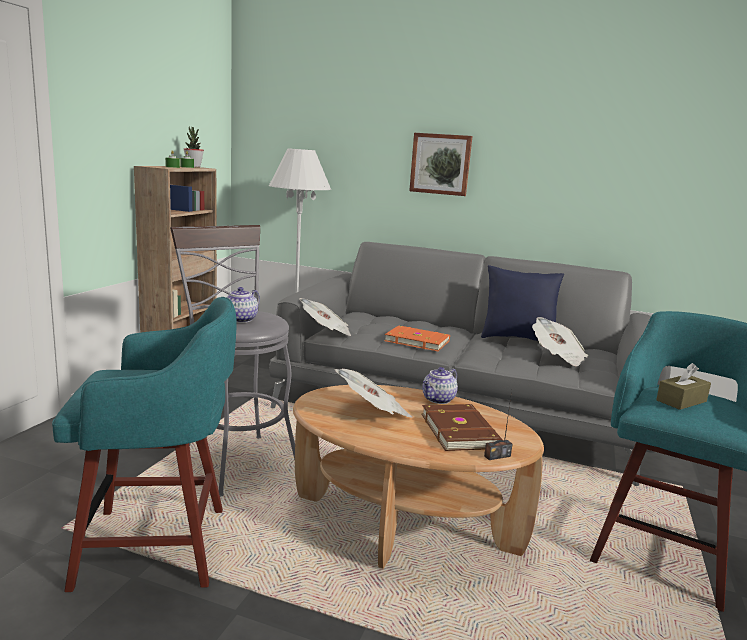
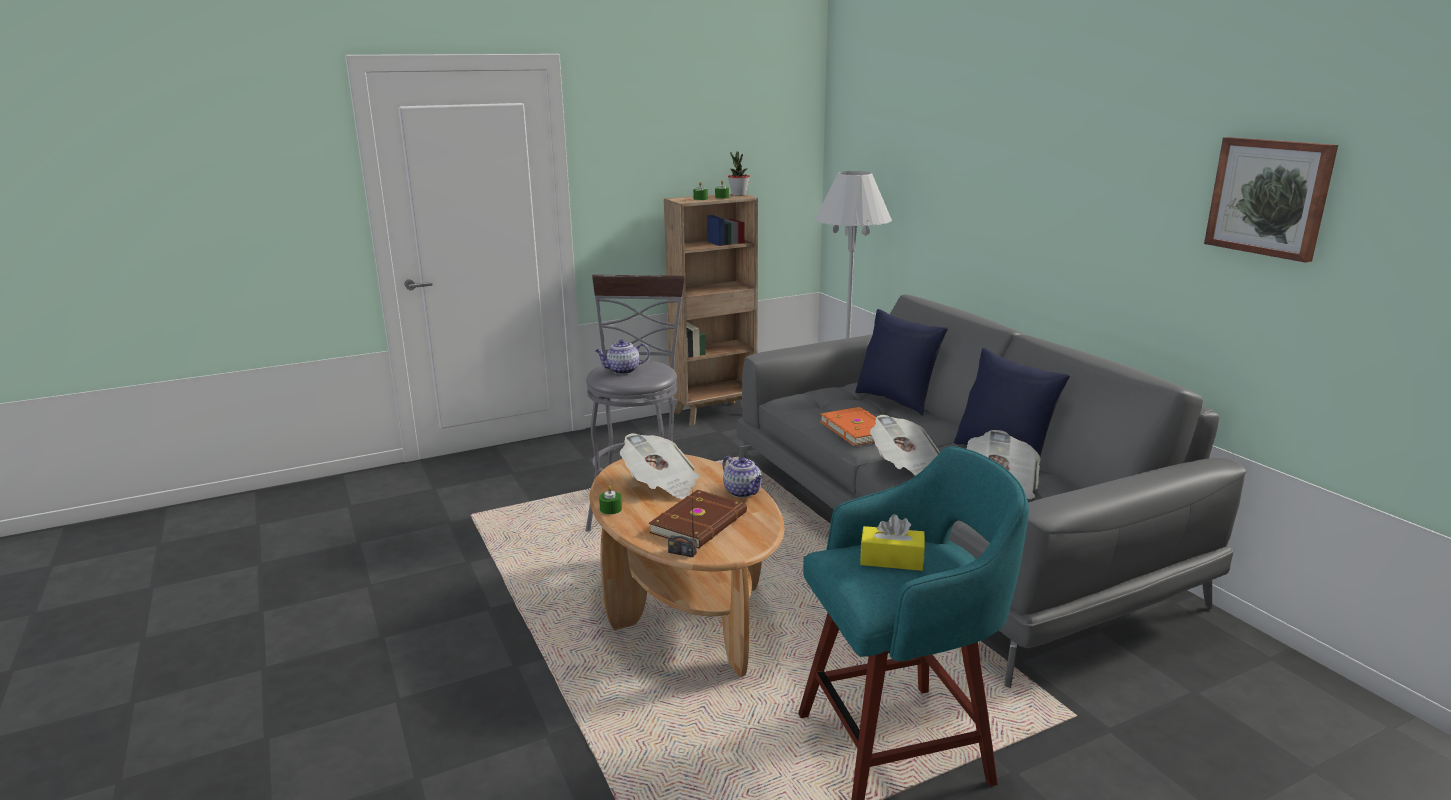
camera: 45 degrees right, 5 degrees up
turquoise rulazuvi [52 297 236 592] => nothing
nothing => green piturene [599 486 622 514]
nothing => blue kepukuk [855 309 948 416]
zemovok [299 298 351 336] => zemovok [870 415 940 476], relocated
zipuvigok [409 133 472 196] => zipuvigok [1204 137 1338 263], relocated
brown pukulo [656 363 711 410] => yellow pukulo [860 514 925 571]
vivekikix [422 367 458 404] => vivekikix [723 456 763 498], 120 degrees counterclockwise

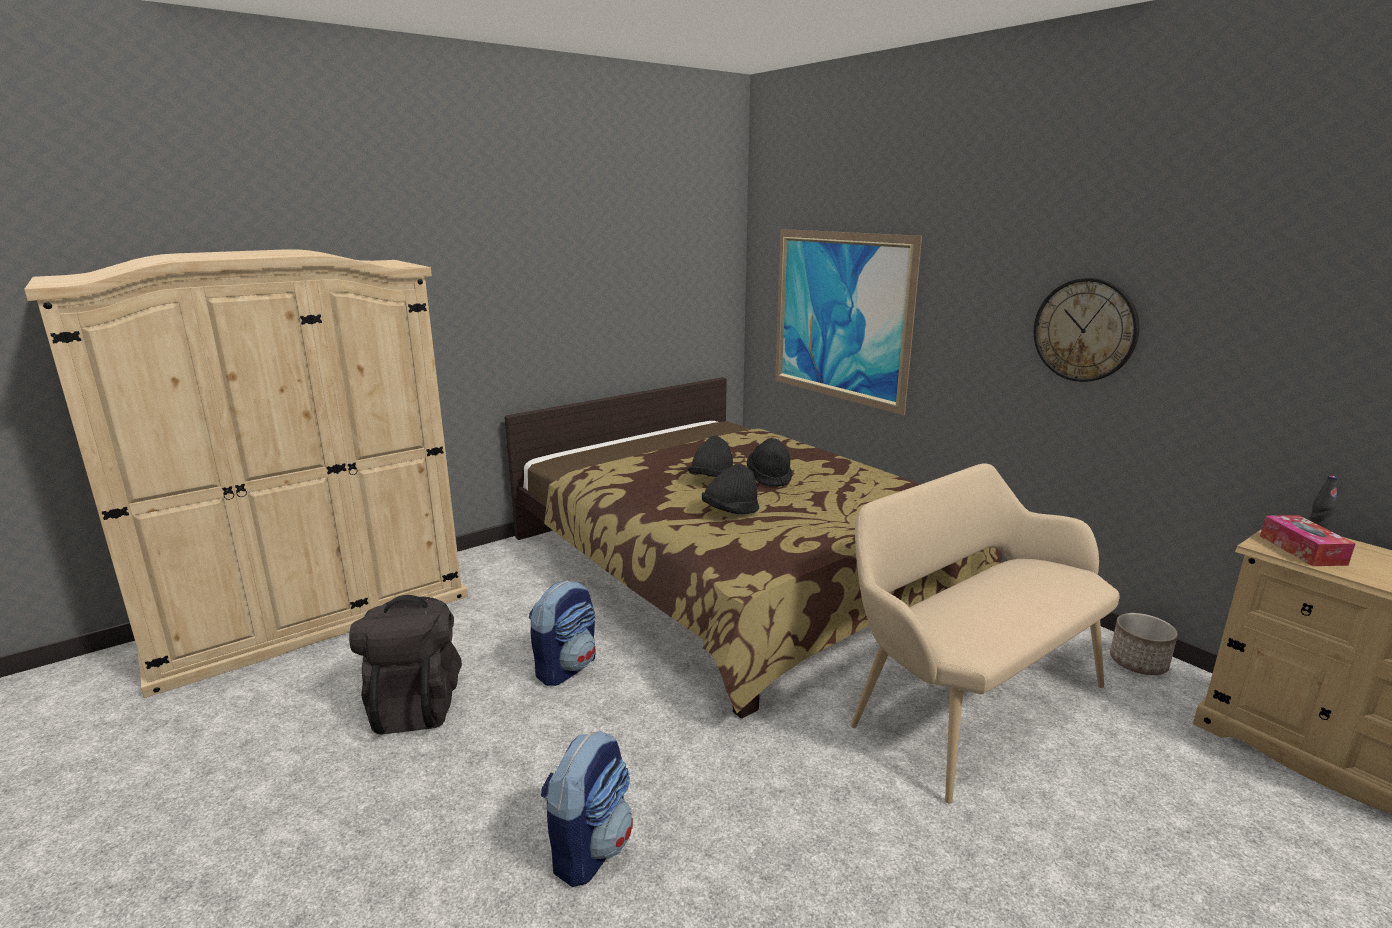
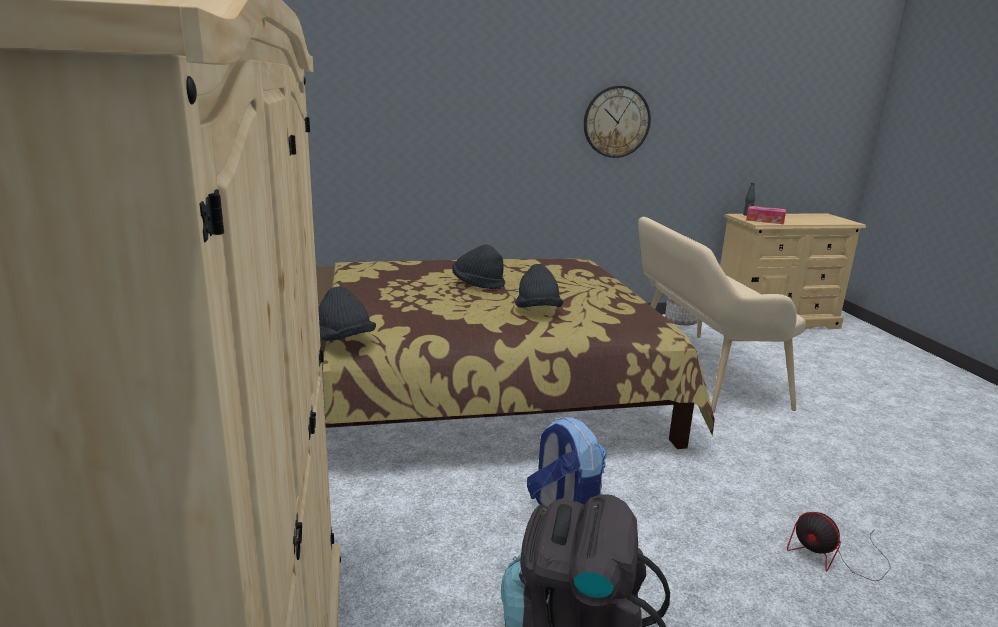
camera: 65 degrees left, 0 degrees up
zipuvigok [775 229 922 415] => nothing
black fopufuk [688 436 733 477] => black fopufuk [318 287 376 341], relocated
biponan [541 731 633 887] => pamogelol [787 512 891 581]

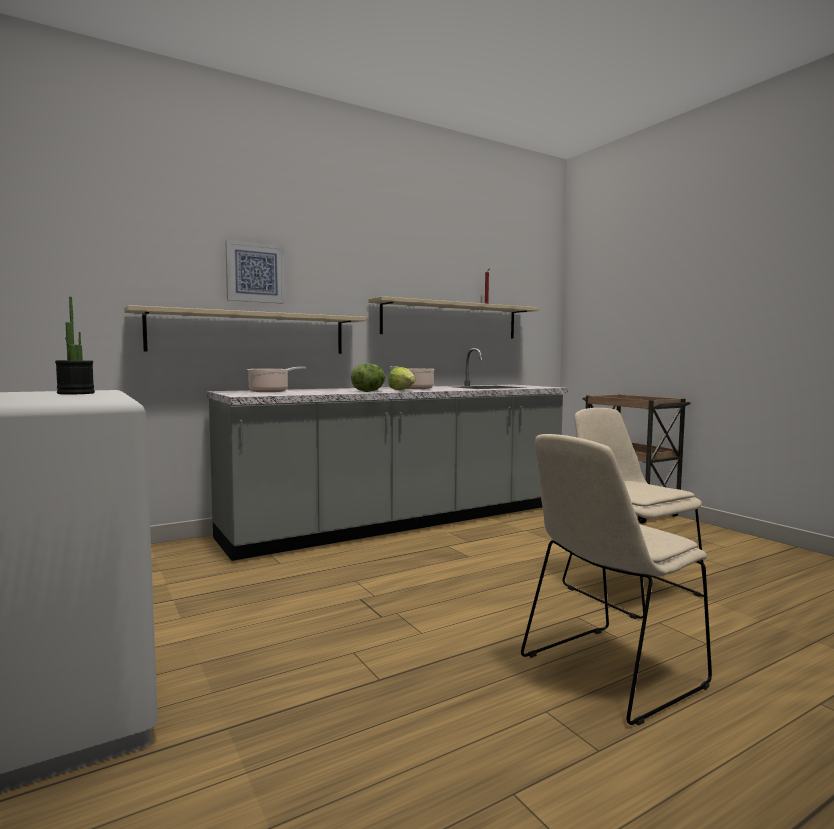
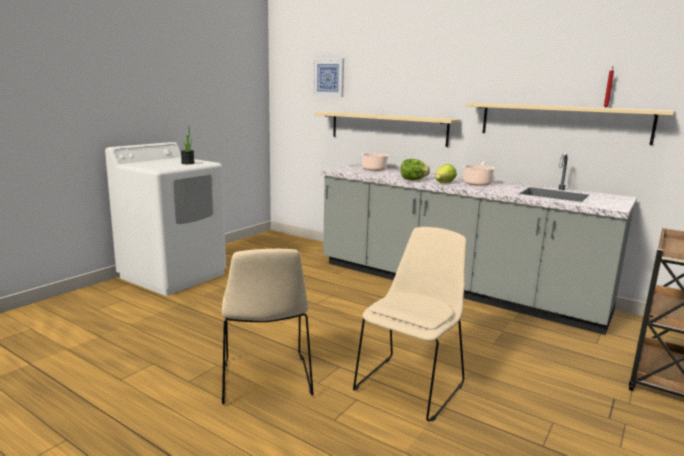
camera: 65 degrees right, 10 degrees up
zipuvigok [225 240 285 304] => zipuvigok [313 58 344 97], relocated
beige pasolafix [521 434 712 726] => beige pasolafix [222 249 313 405], 135 degrees counterclockwise

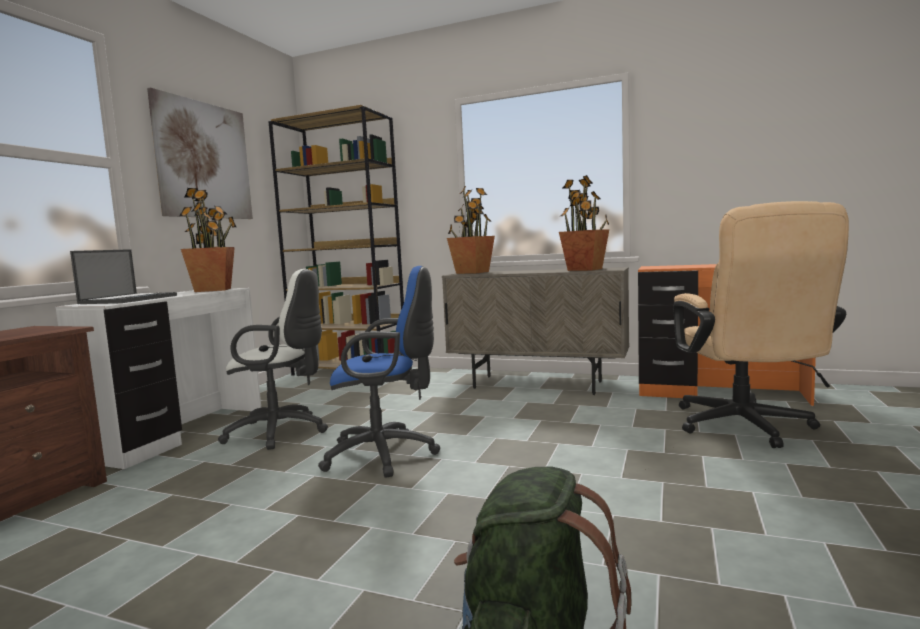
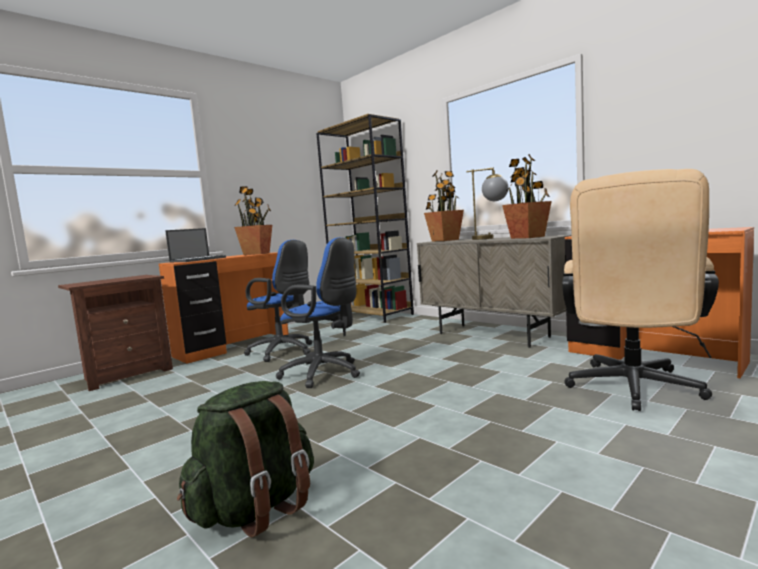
camera: 25 degrees right, 0 degrees up
zipuvigok [147 87 253 219] => nothing
nothing => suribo [466 168 509 240]
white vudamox [56 288 261 470] => orange vudamox [159 253 289 364]
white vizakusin [218 269 328 450] => blue vizakusin [244 240 313 362]

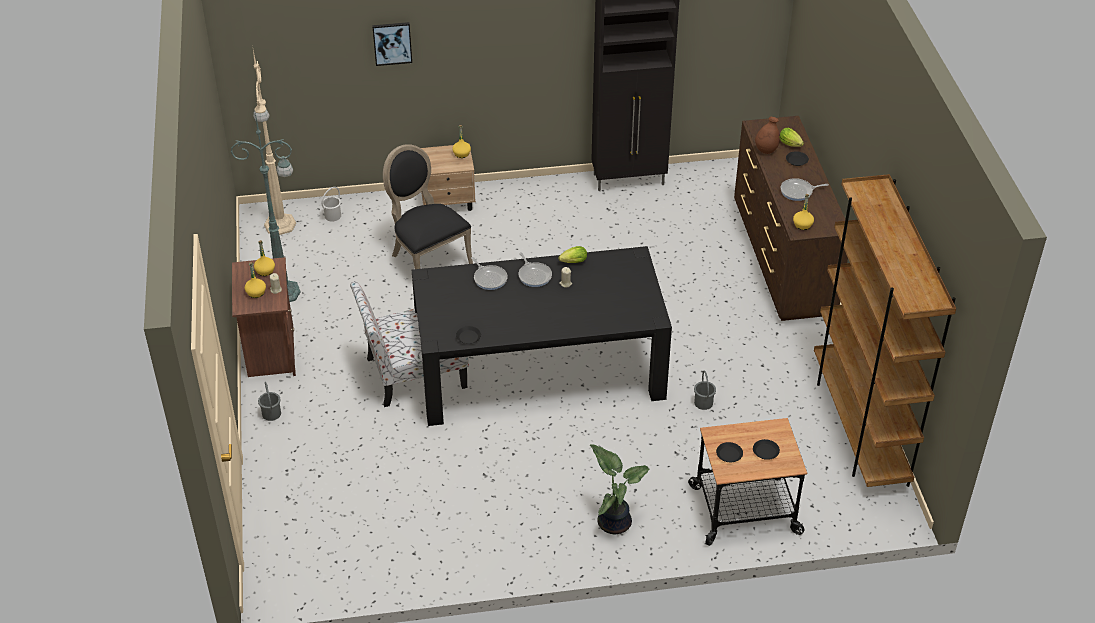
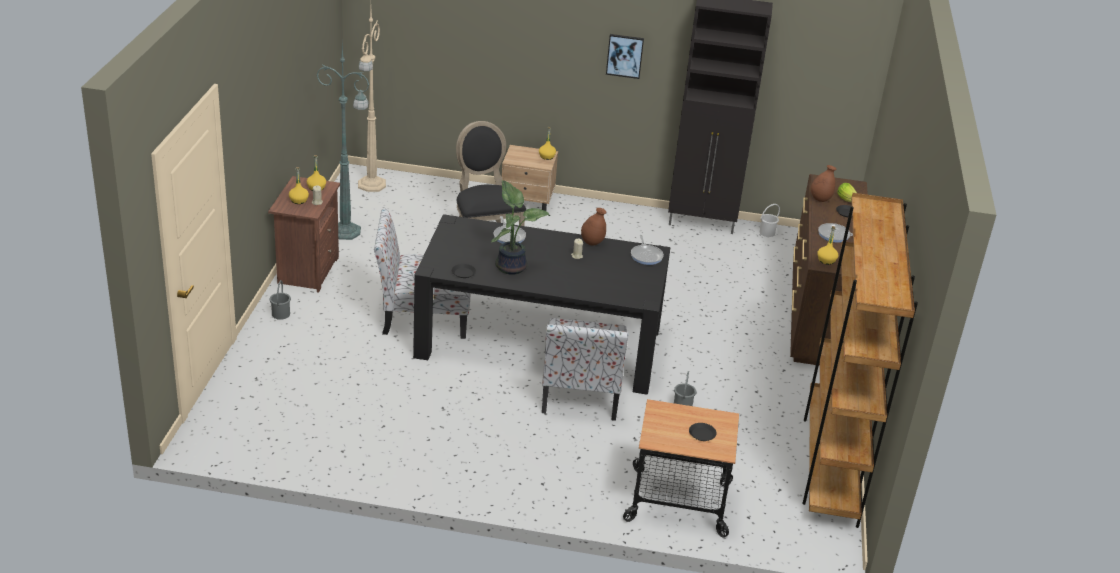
camera: 15 degrees right, 10 degrees down
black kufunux [716 442 743 462] => nothing
nothing => pasolafix [542 318 628 421]
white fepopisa [322 187 341 221] => white fepopisa [760 204 780 237], relocated
zipuvigok [372 22 412 66] => zipuvigok [606 34 644 79], relocated
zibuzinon [518 252 552 287] => zibuzinon [631 235 664 265], relocated
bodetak [590 444 649 534] => bodetak [491 180 550 275], relocated
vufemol [559 246 587 263] => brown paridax [581 208 606 246]

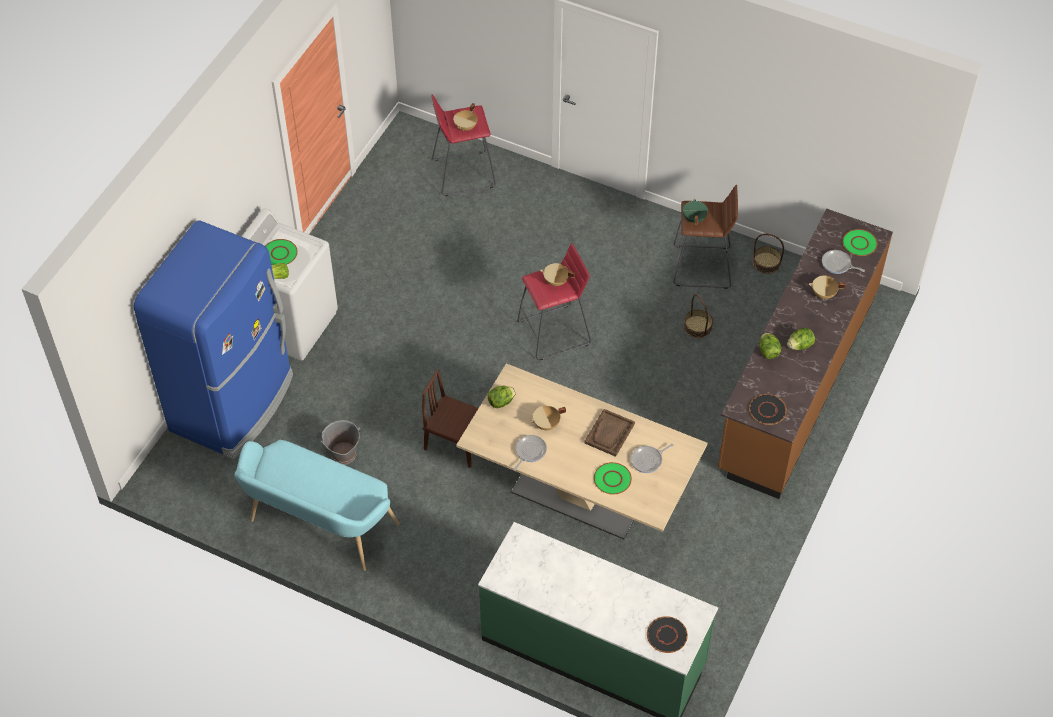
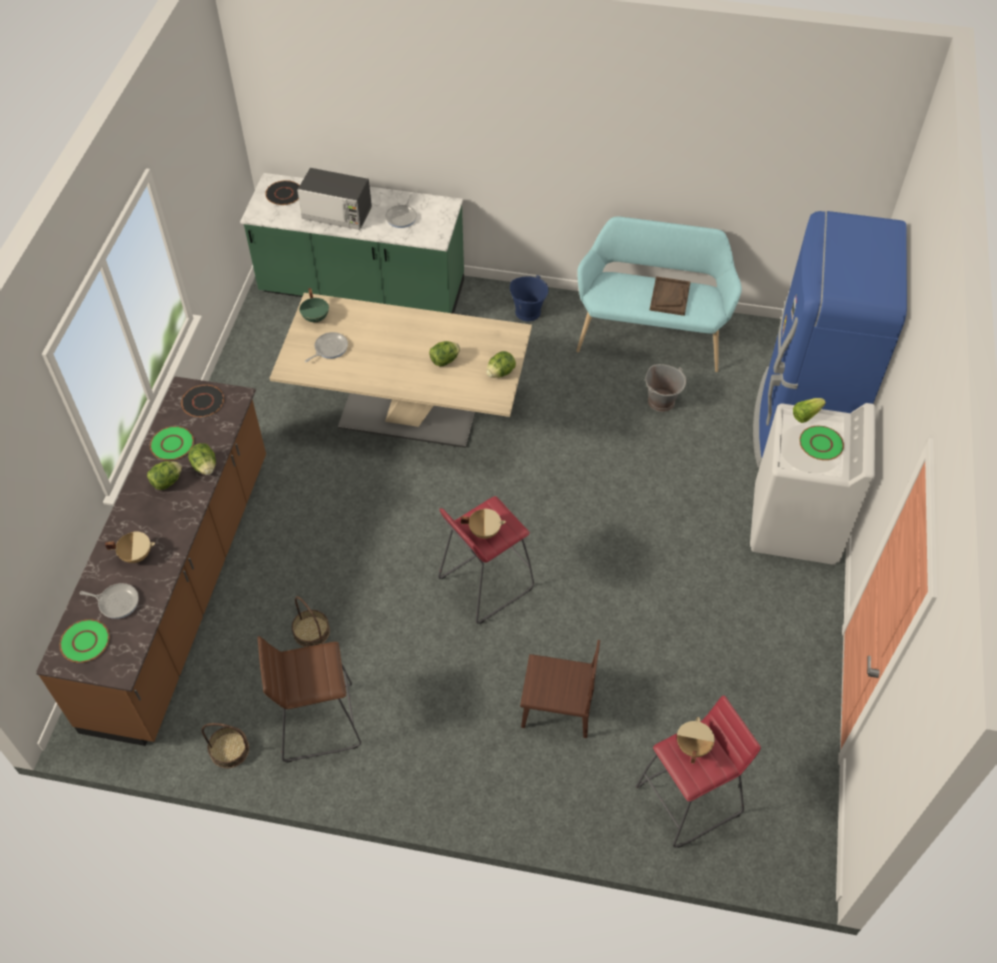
camera: 165 degrees right, 0 degrees up
nothing => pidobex [297 168 372 230]
nothing => blue fepopisa [510 275 548 321]
brown pasolafix [422 369 478 468] => brown pasolafix [520 640 600 738], relocated
zibuzinon [513 435 547 470] => zibuzinon [385 194 417 228], relocated
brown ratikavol [584 409 635 457] => brown ratikavol [650 276 691 316], relocated
green kufunux [594 462 632 495] => green kufunux [150 426 194 460], relocated
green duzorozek [683 198 708 224] => green duzorozek [299 288 329 323], relocated
beige duzorozek [530 406 566 430] => vufemol [429 341 460 366]

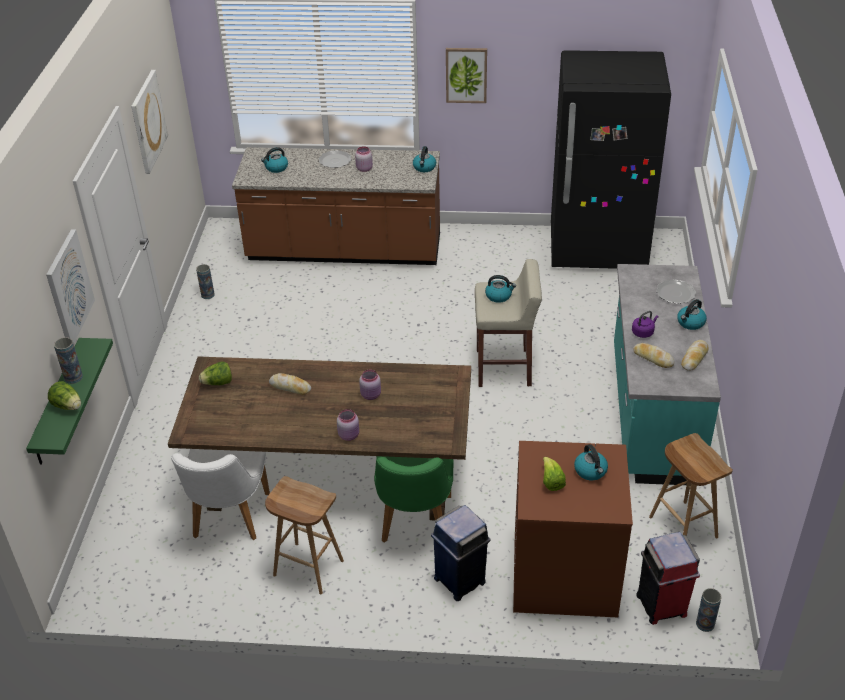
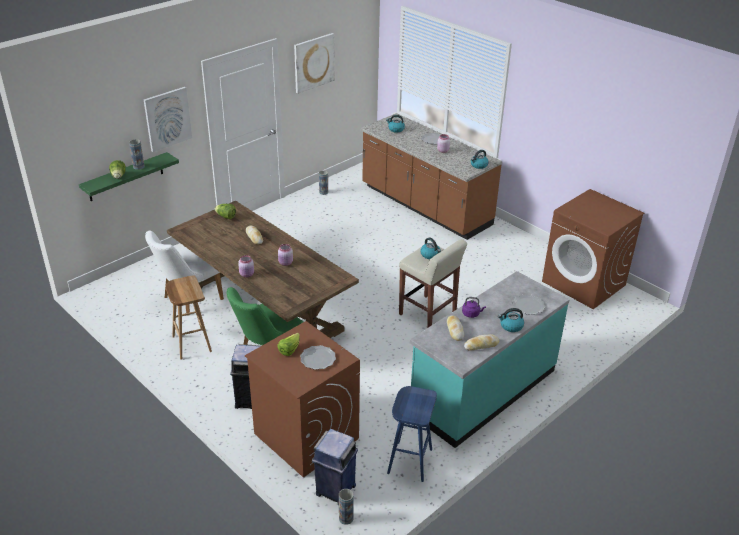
camera: 40 degrees right, 5 degrees down
zipuvigok [446 48 487 103] => nothing
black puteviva [551 50 671 269] => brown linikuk [542 189 644 309]
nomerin [574 444 608 480] => kufunux [300 345 336 370]
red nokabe [637 532 700 625] => blue nokabe [312 429 358 506]
brown rulazuvi [649 433 733 538] => blue rulazuvi [387 386 437 482]

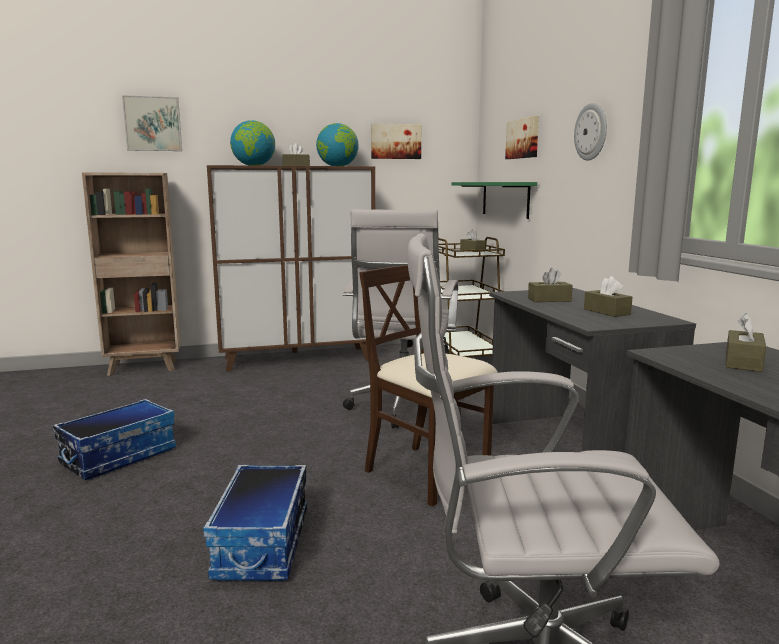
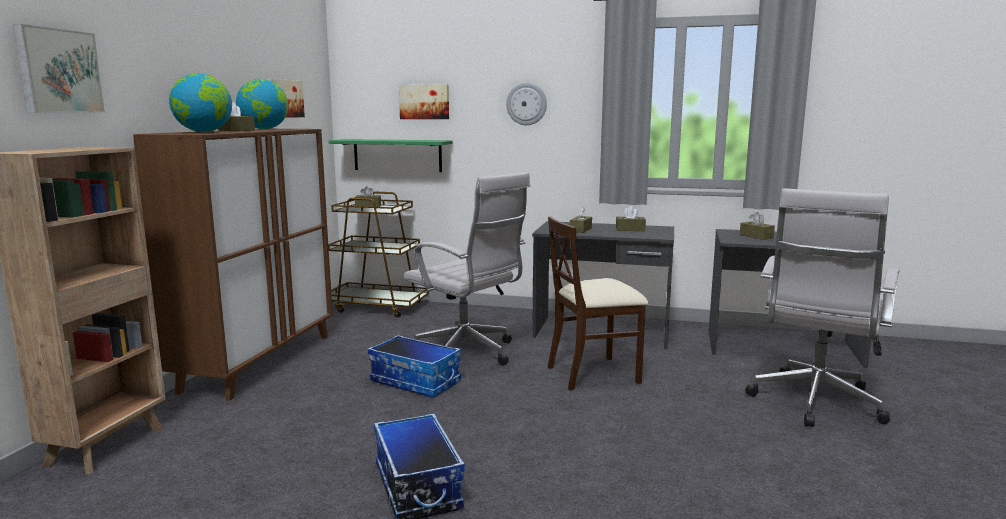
camera: 60 degrees left, 0 degrees up
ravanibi [203 465 307 581] => ravanibi [368 335 461 397], relocated

